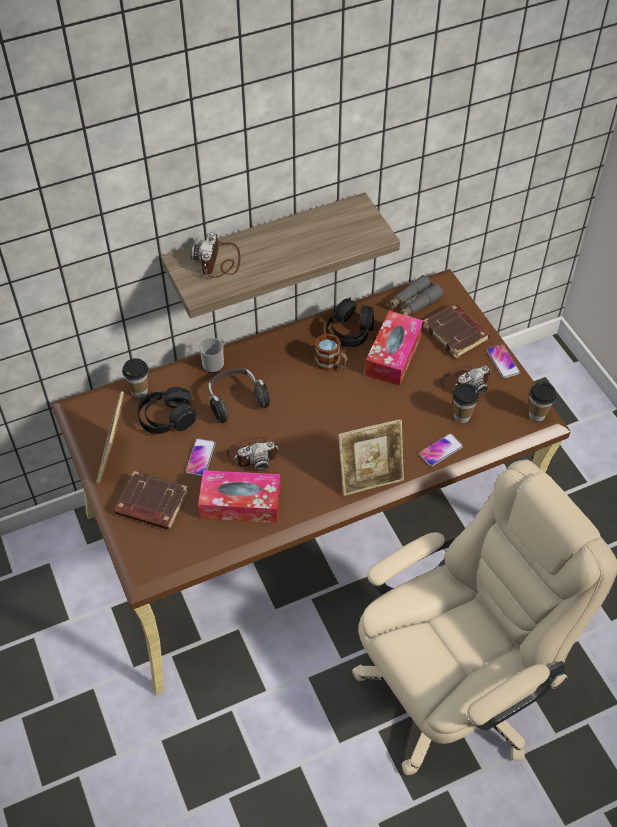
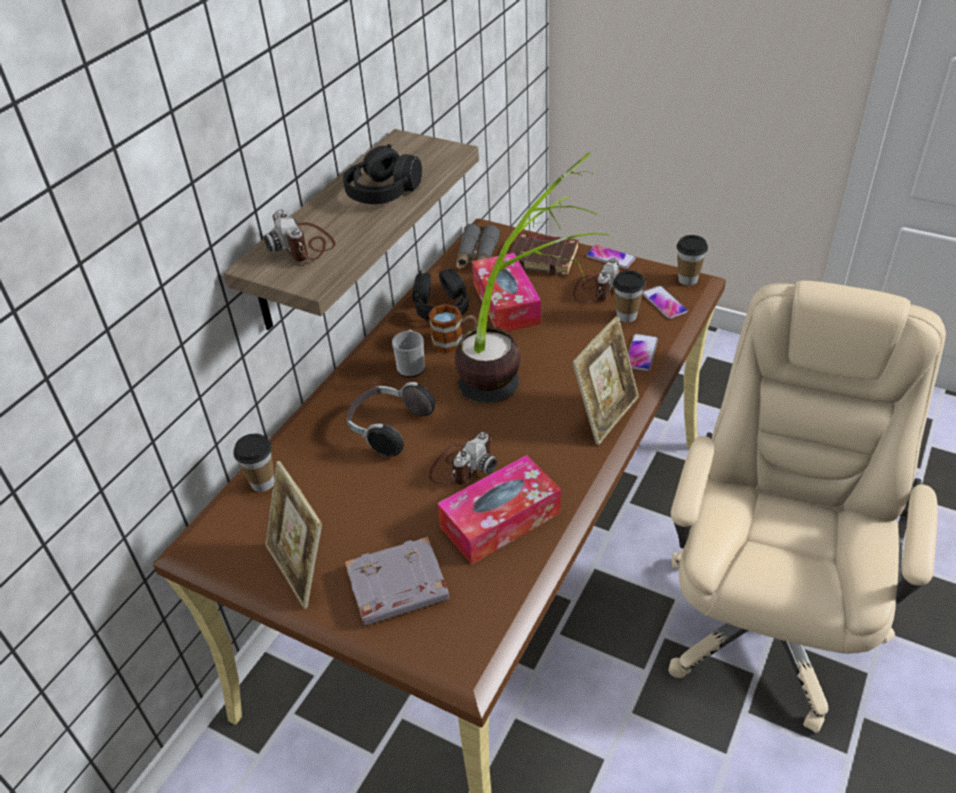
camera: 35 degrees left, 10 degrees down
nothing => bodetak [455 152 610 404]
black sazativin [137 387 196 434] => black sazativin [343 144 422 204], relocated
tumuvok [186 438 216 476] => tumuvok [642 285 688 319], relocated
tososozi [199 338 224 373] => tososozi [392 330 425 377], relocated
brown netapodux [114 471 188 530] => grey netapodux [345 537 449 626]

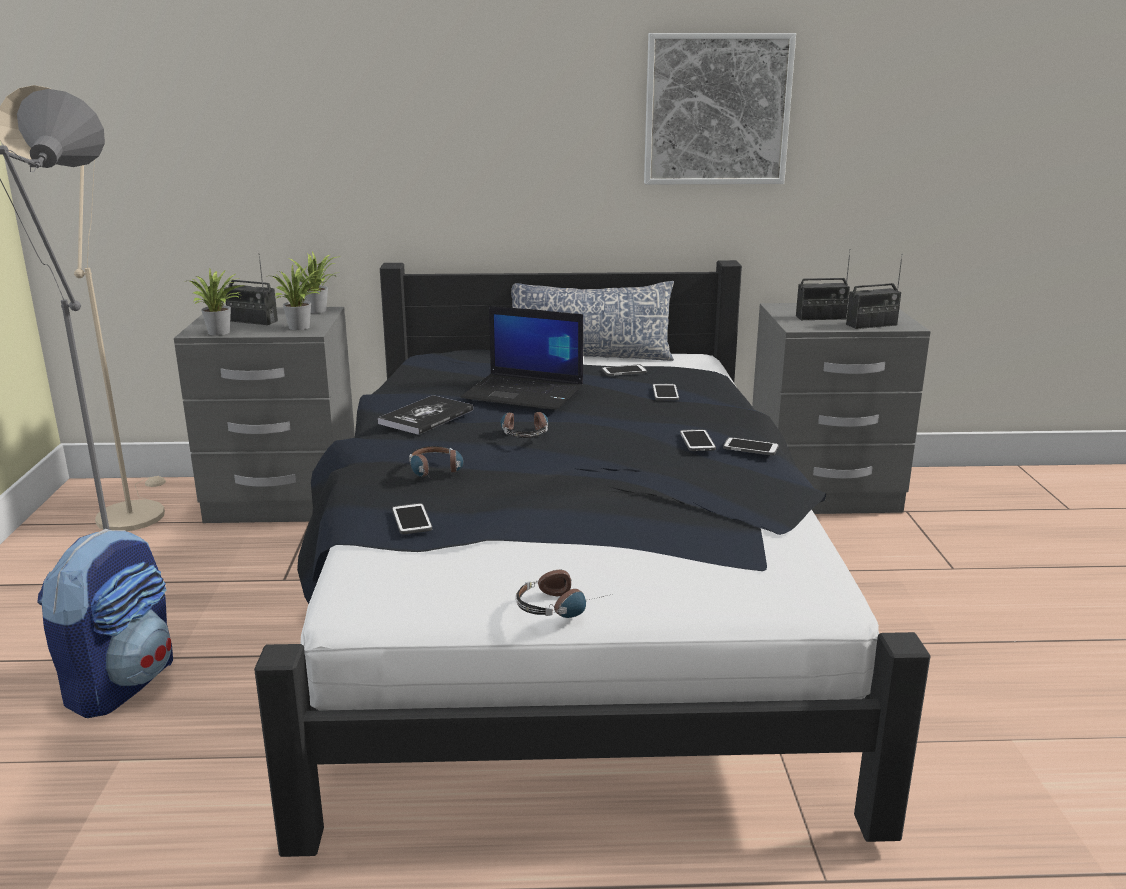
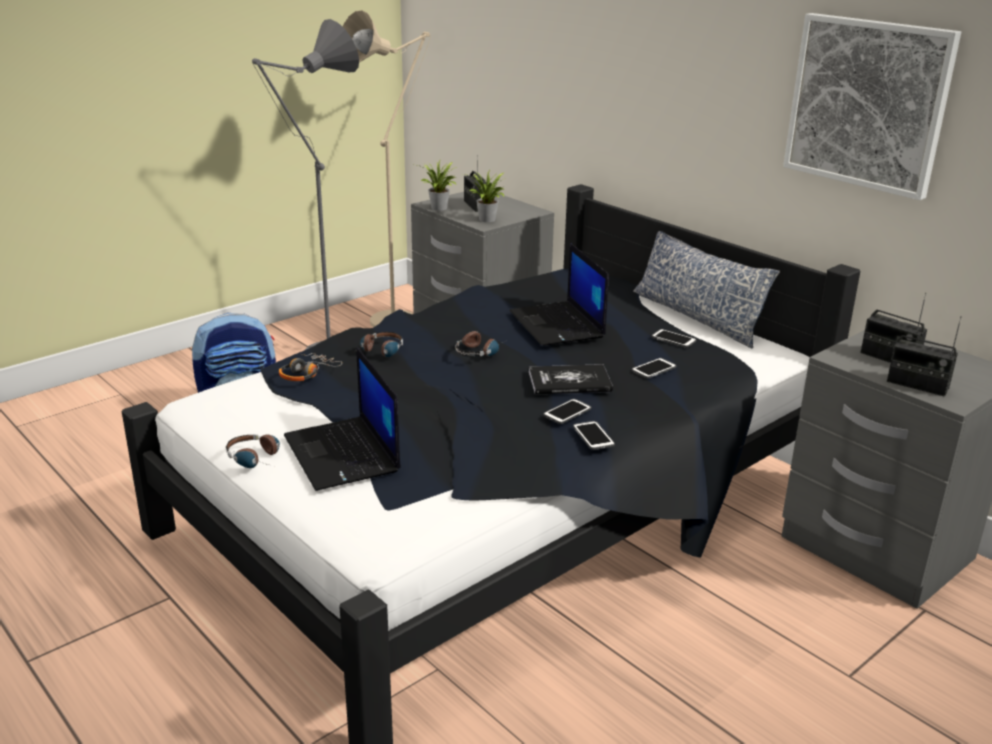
camera: 50 degrees right, 5 degrees up
bodetak [288 252 336 313] => nothing
nothing => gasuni [284 347 401 491]
netapodux [378 395 473 435] => netapodux [529 364 613 395], relocated
tumuvok [392 503 432 534] => sazativin [279 353 342 381]

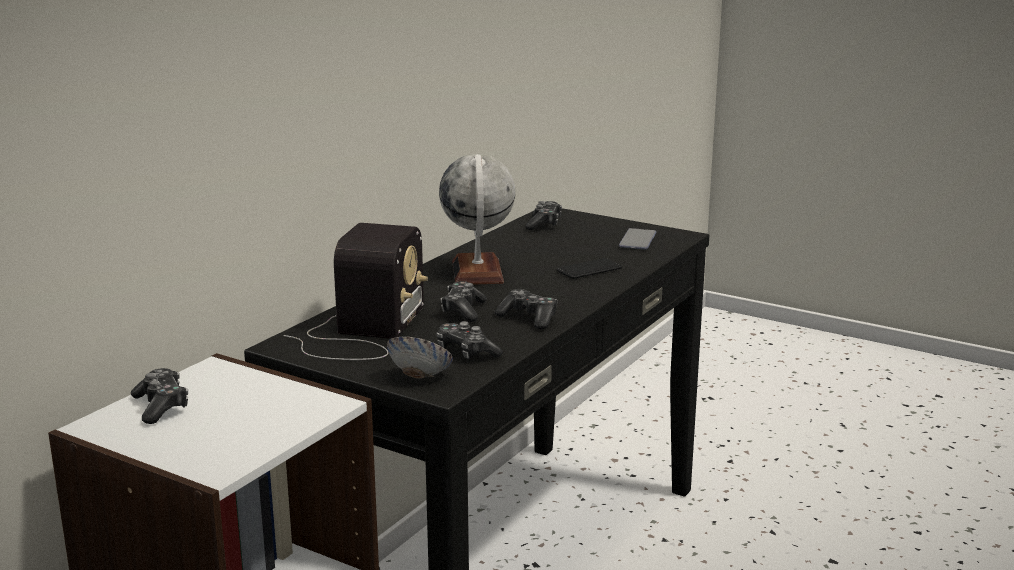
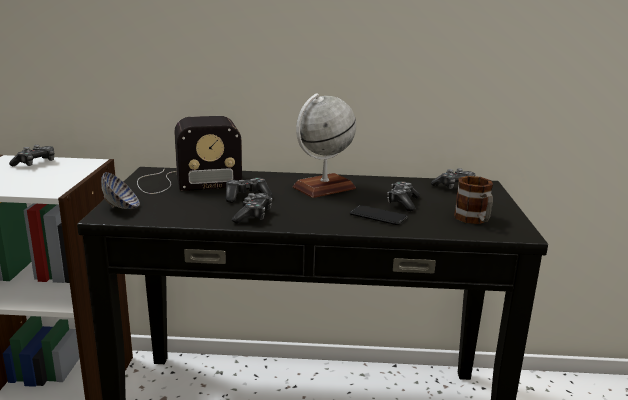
camera: 60 degrees right, 0 degrees up
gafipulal [436 321 503 359] => gafipulal [387 181 420 211], relocated
tumuvok [619 228 656 250] => tososozi [454 176 493 224]

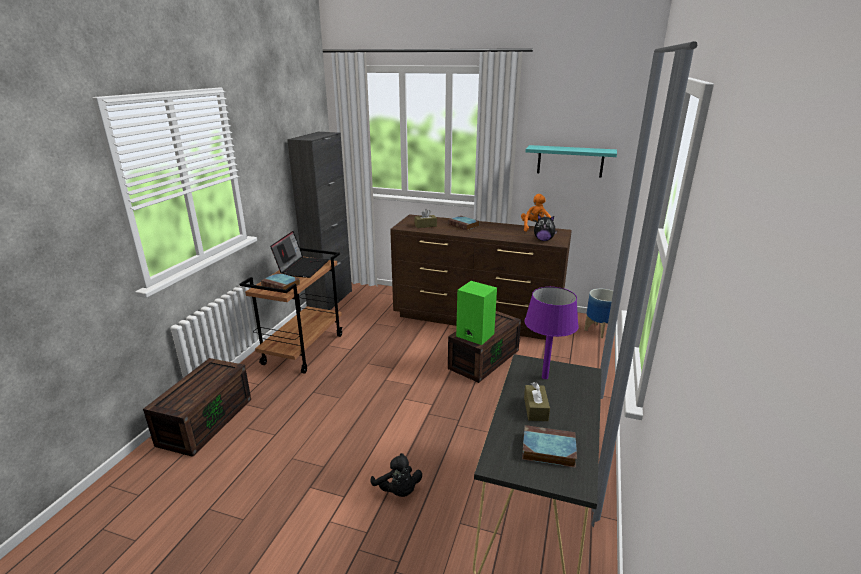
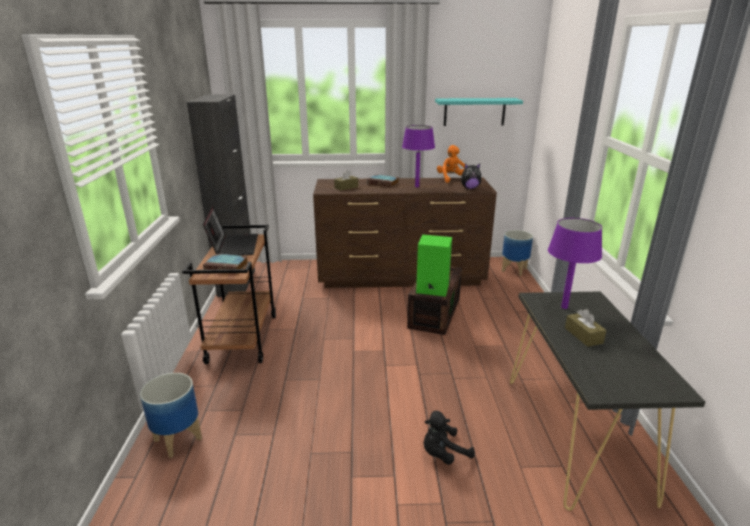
camera: 20 degrees left, 0 degrees up
netapodux [522 425 577 468] => nothing
nothing => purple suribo [402 125 435 187]
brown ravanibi [143 358 251 457] => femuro [140 373 202 458]
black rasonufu [370 453 422 497] => black rasonufu [423 411 475 465], 120 degrees clockwise

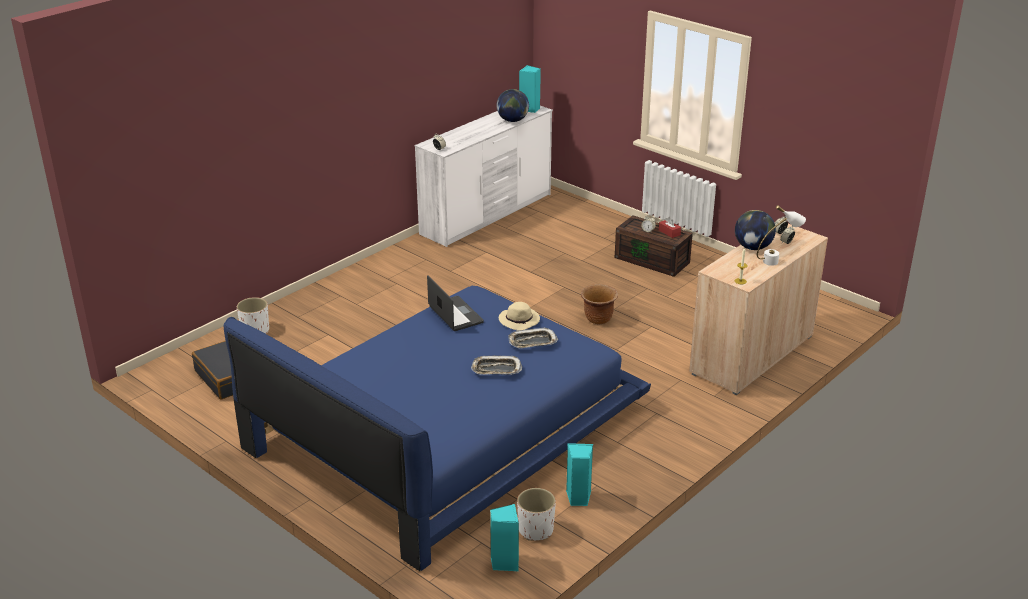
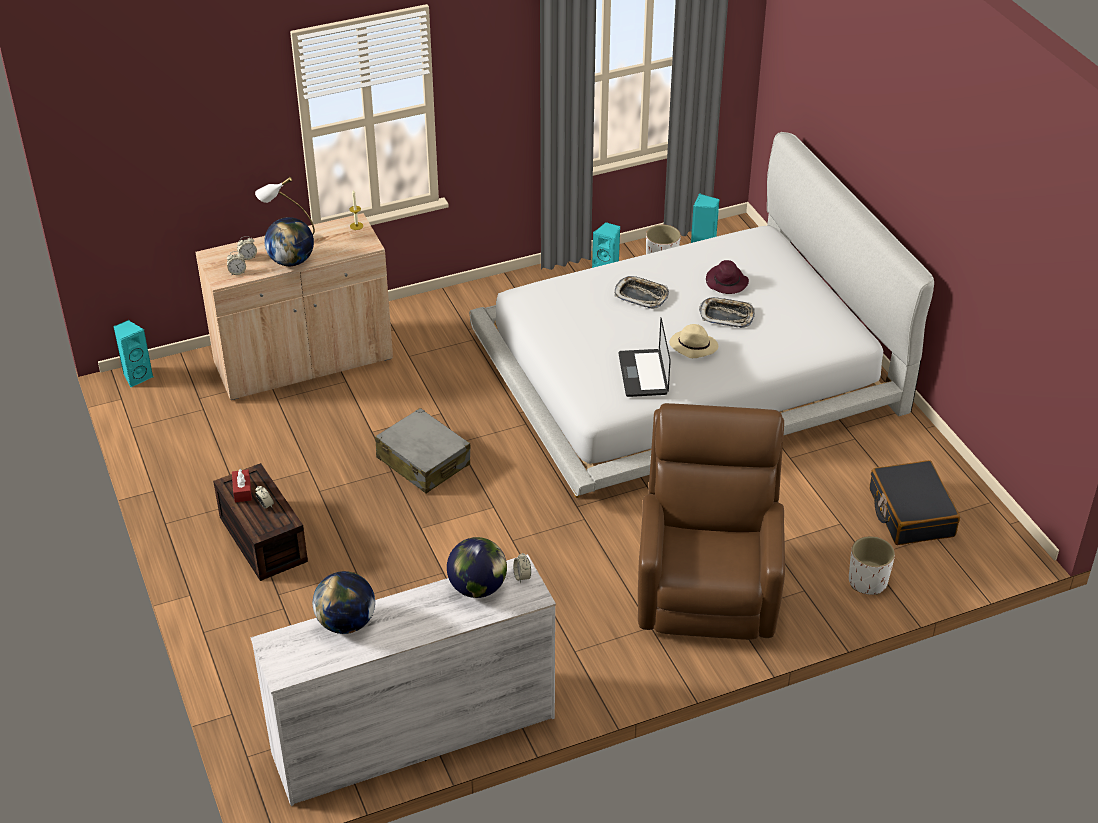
camera: 155 degrees left, 10 degrees up
nothing => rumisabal [447 537 507 598]
nothing => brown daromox [638 403 785 640]
nothing => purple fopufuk [706 260 749 294]
beige fopufuk [499 302 540 331] => beige fopufuk [669 324 718 358], relocated
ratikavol [508 328 558 348] => ratikavol [699 297 755 328], relocated
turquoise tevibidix [519 65 541 113] => turquoise tevibidix [113 320 153 387], relocated
brown femuro [581 284 618 325] => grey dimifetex [375 408 470 494]
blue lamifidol [224 286 651 571] => white lamifidol [469 132 934 498]

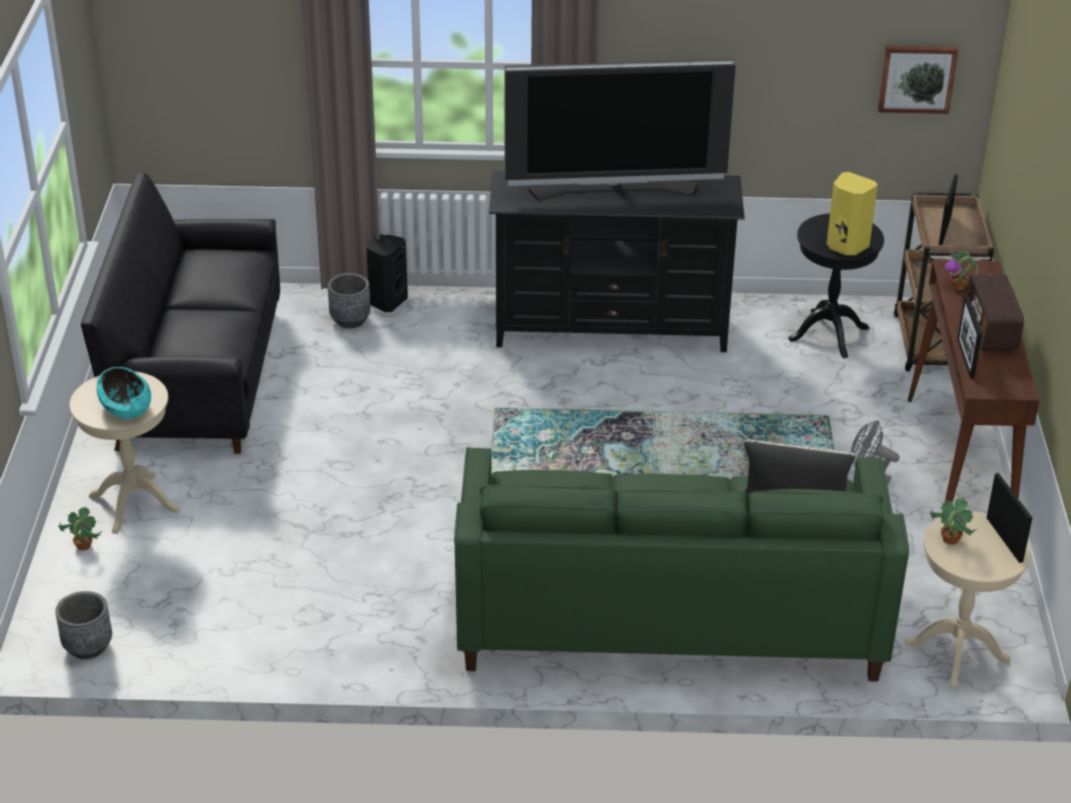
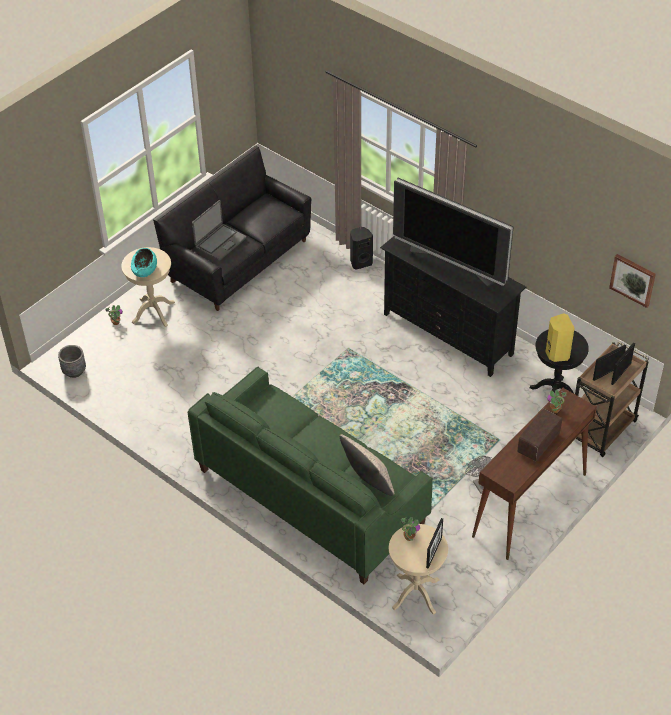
camera: 40 degrees right, 10 degrees up
grey femuro [328 273 371 328] => nothing
nothing => gasuni [192 200 246 261]
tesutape [957 296 982 378] => tesutape [611 342 635 385], relocated

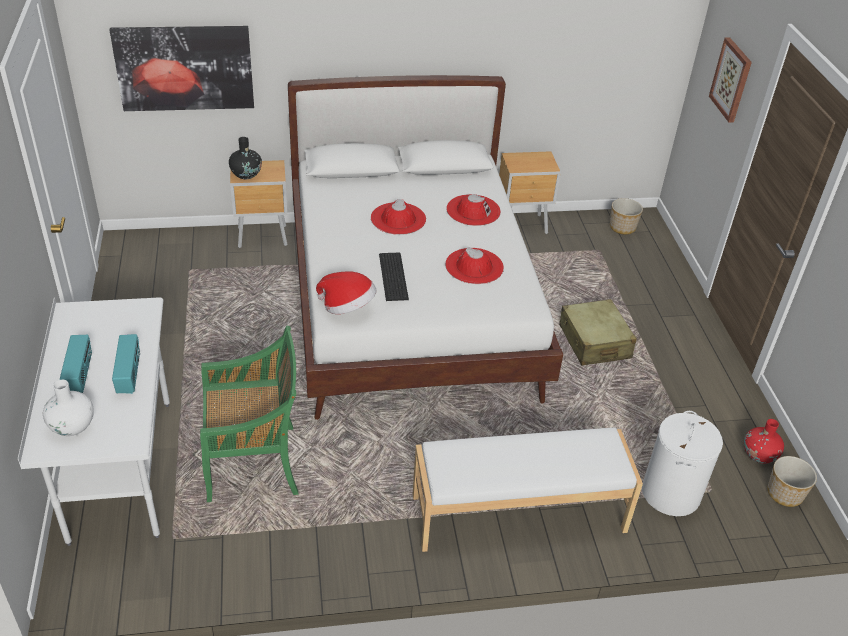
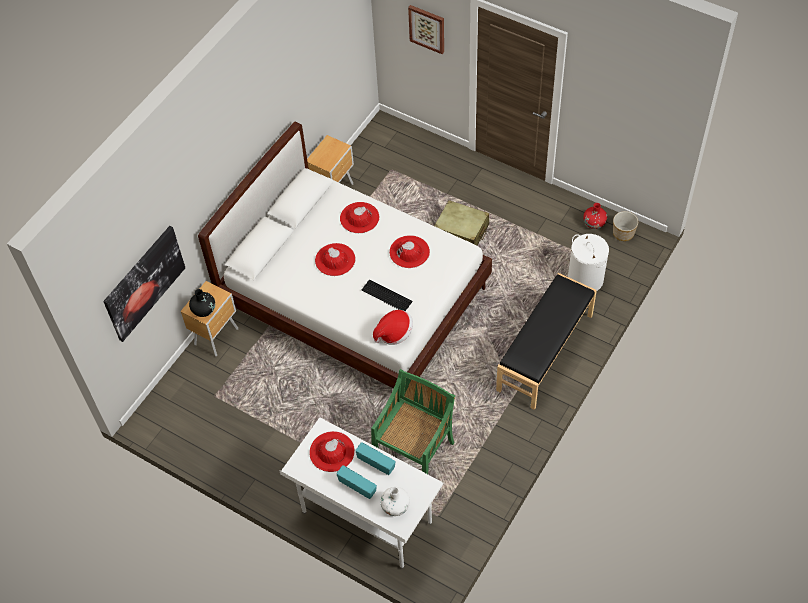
camera: 45 degrees left, 15 degrees up
femuro [610 198 643 234] => nothing
nothing => red fopufuk [309 431 355 472]
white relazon [413 427 643 552] => black relazon [496 273 597 410]

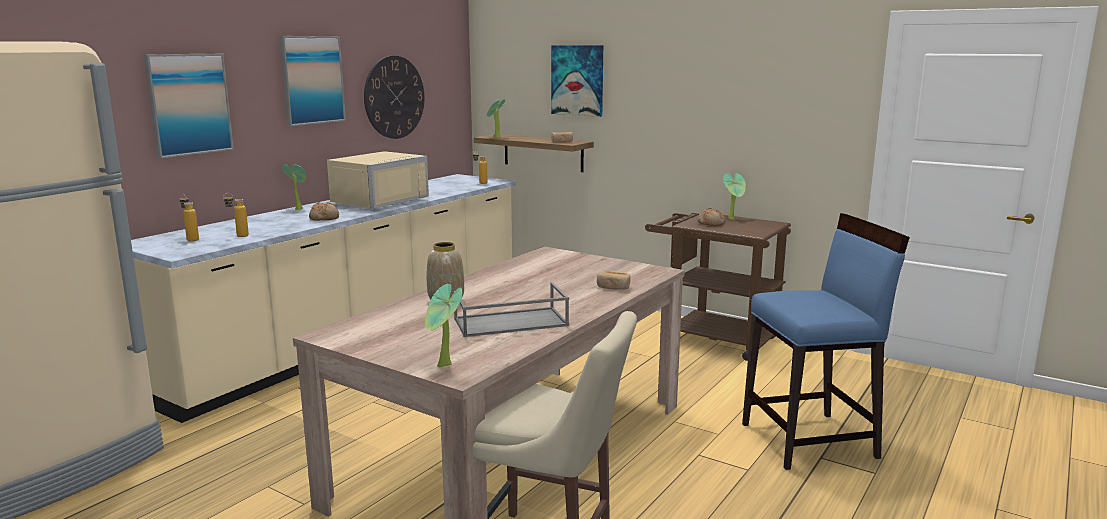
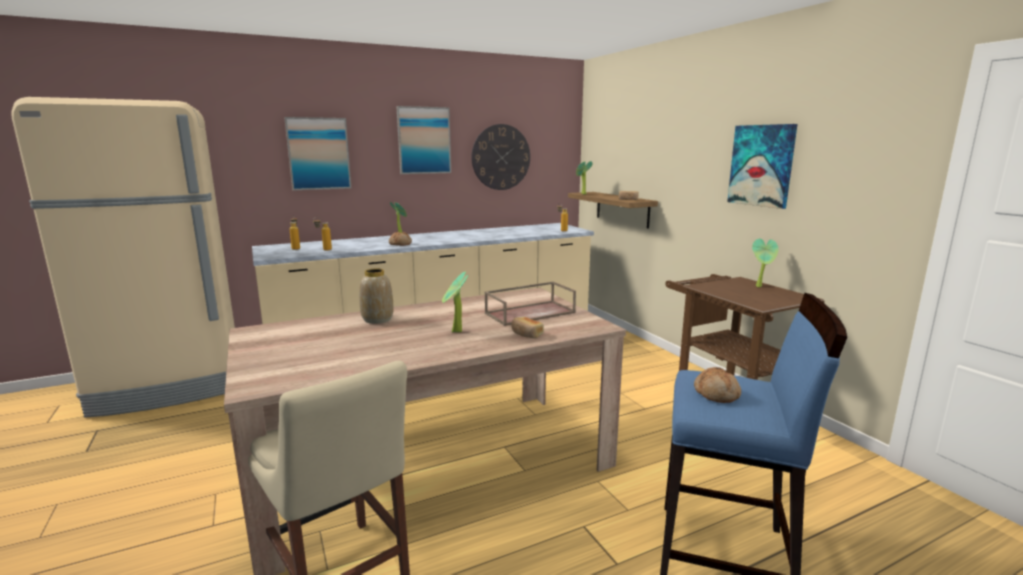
camera: 30 degrees right, 0 degrees up
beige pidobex [327 151 429 209] => nothing
grey ratikavol [454 282 569 337] => nothing
nothing => brown ratikavol [484 281 576 326]
bodetak [425 284 462 368] => bodetak [442 272 469 332], relocated
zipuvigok [551 45 603 117] => zipuvigok [727 124 798 209], relocated
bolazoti [697 208 725 226] => bolazoti [694 367 741 403], relocated

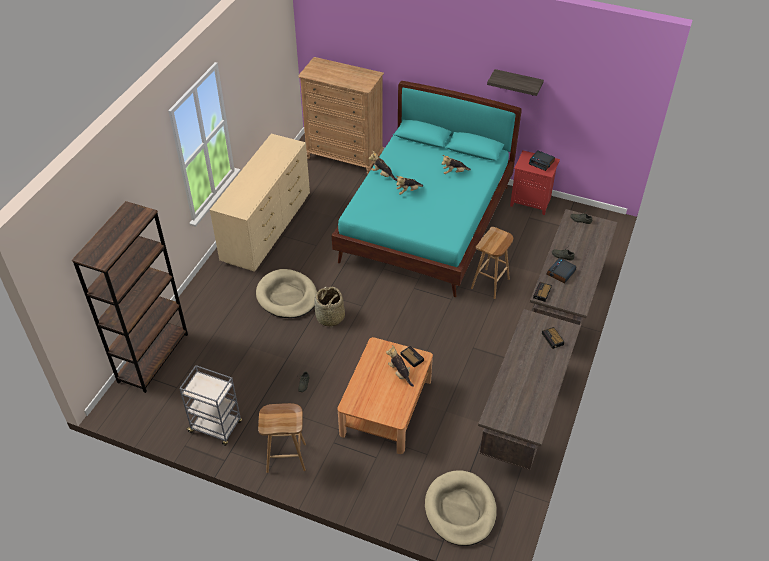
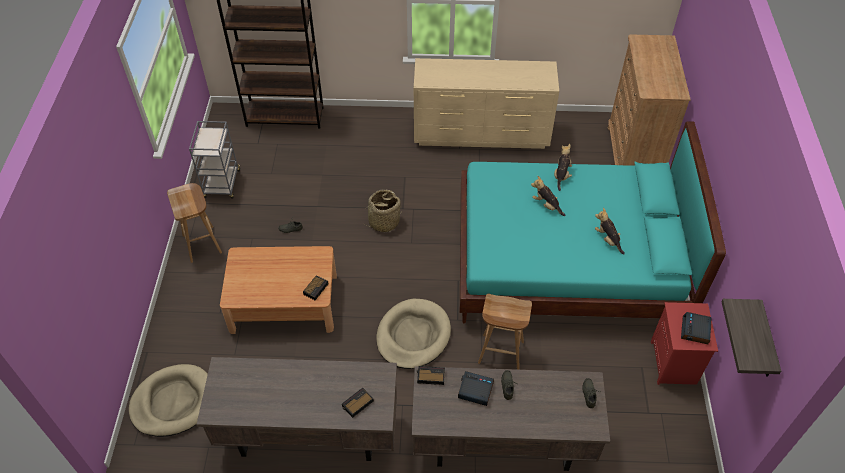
camera: 70 degrees right, 5 degrees up
rasonufu [386 345 414 387] => nothing
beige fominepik [256 269 317 318] => beige fominepik [376 298 451 369], relocated
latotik [487 69 544 96] => latotik [722 299 781 377], relocated

